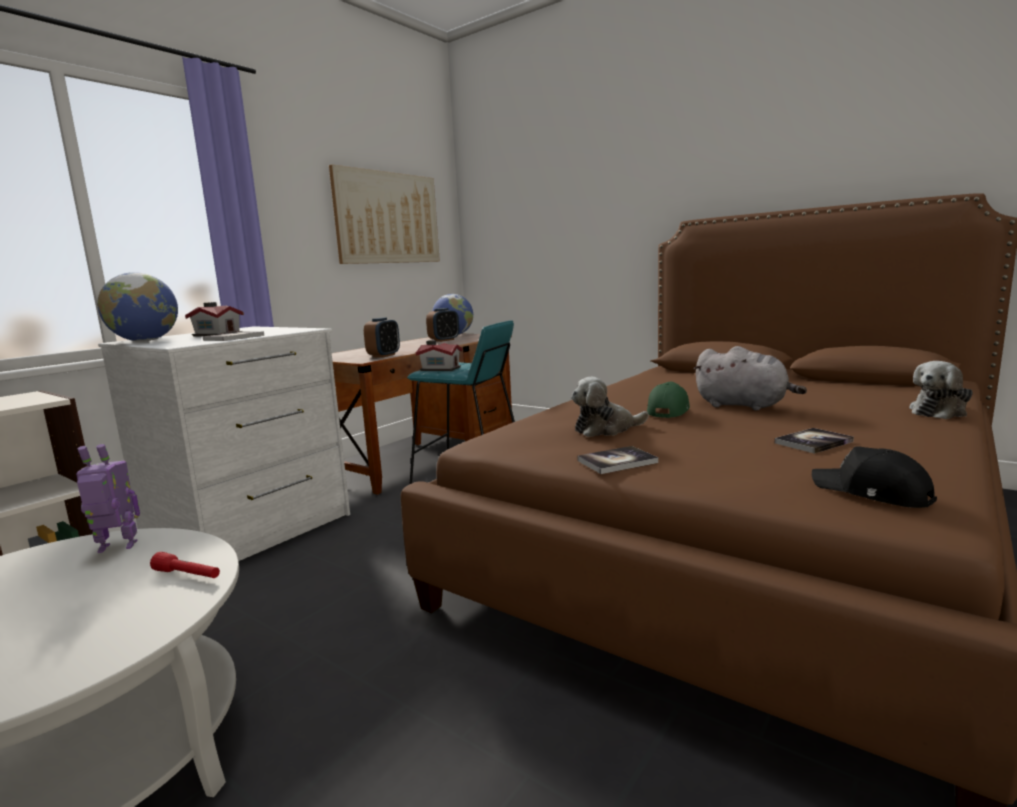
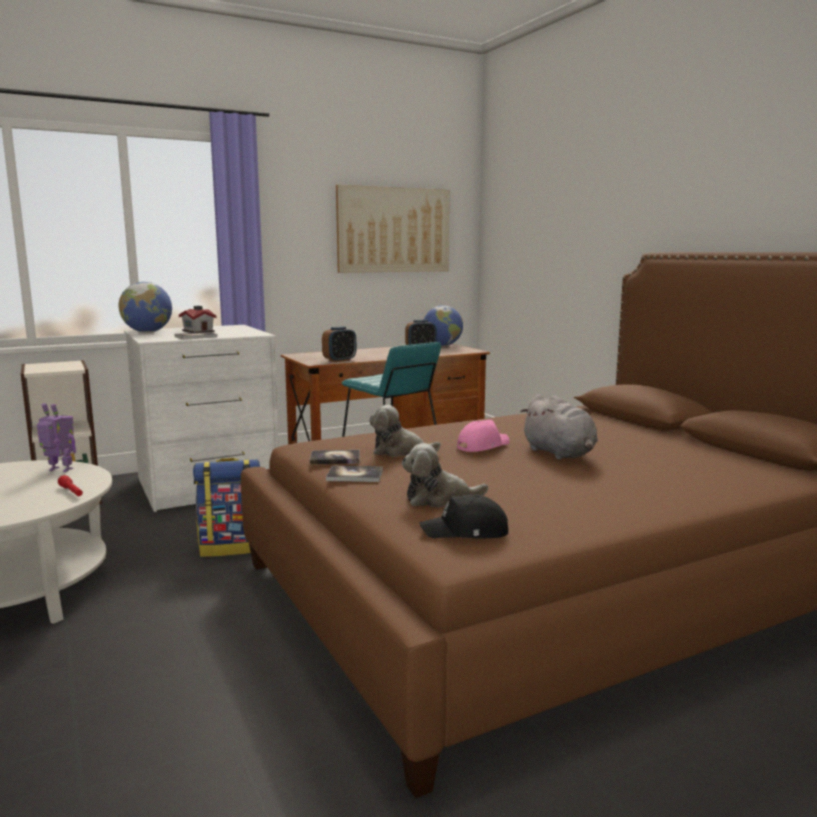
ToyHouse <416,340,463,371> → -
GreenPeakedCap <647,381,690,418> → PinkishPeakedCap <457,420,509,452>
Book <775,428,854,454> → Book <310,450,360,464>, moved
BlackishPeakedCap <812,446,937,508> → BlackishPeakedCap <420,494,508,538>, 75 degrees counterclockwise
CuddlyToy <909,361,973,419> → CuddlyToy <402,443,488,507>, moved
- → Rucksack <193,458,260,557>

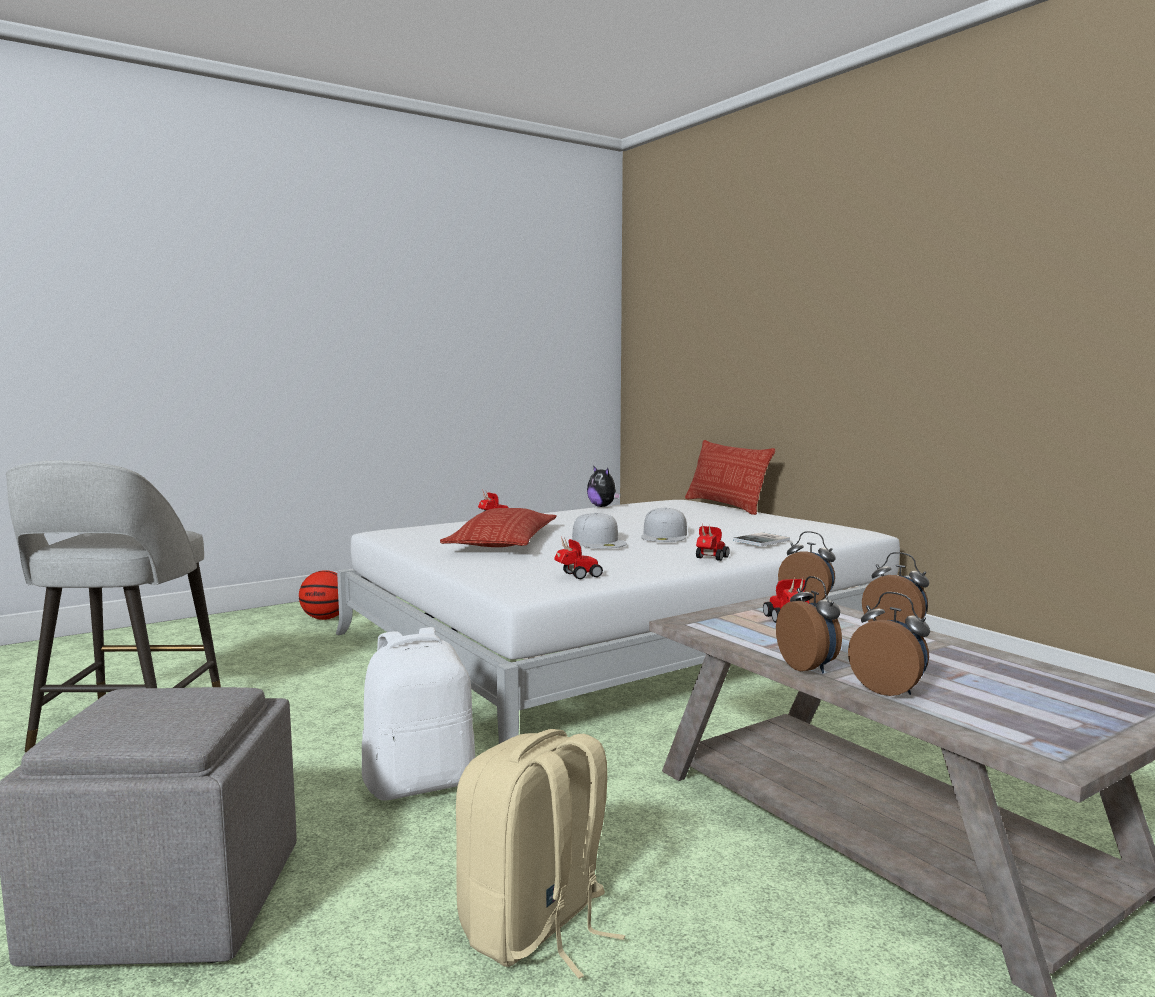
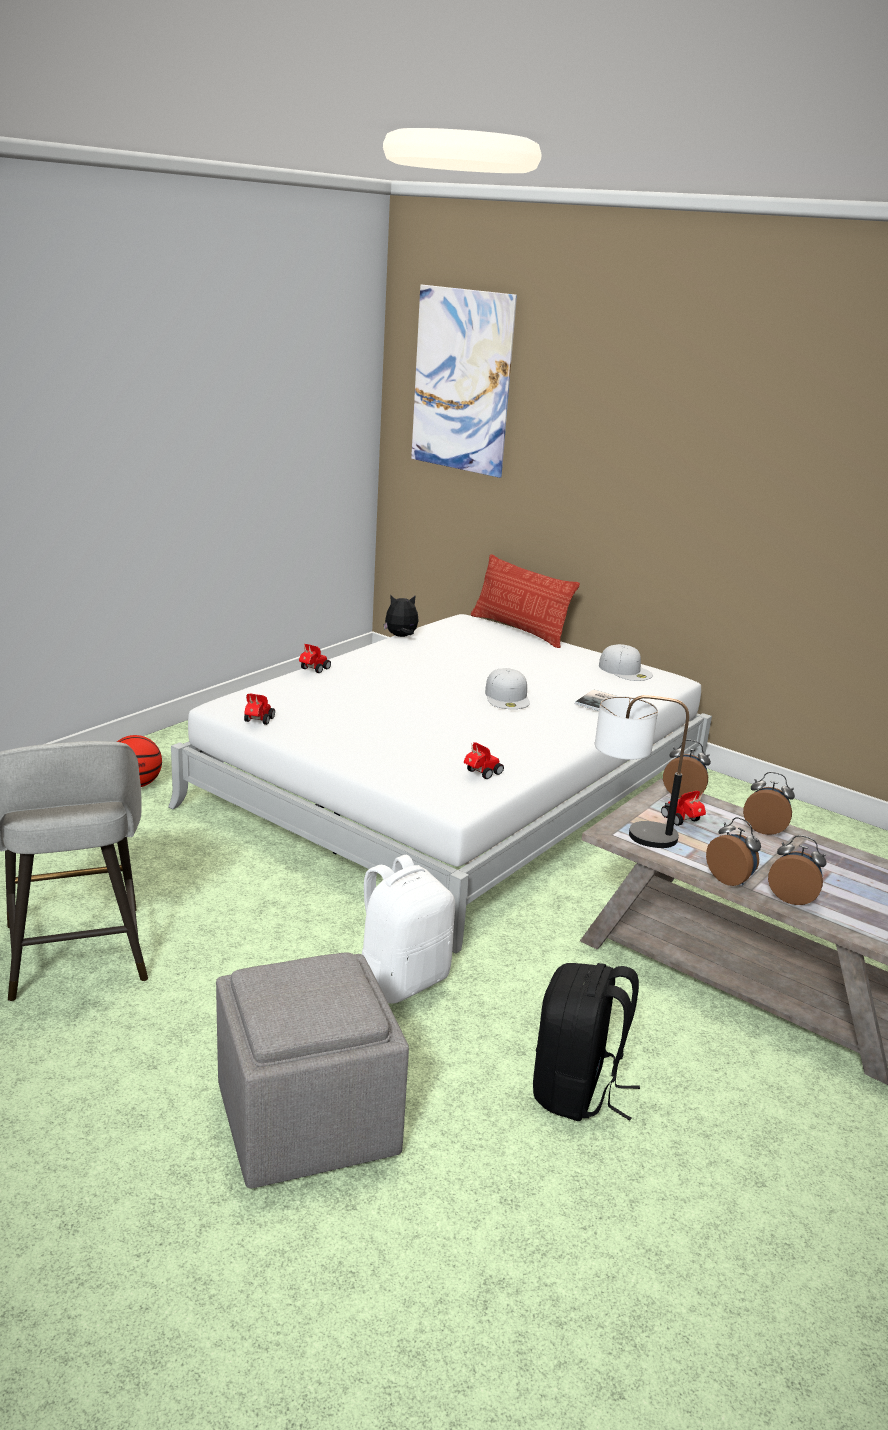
ThrowPillow <440,508,557,547> → -
SandColouredRucksack <456,729,625,979> → BlackishRucksack <533,963,640,1121>
WhiteColouredPeakedCap <572,513,627,548> → WhiteColouredPeakedCap <599,644,653,681>, moved
CuddlyToy <587,465,621,507> → CuddlyToy <384,596,419,637>, 135 degrees clockwise
MiniatureCar <696,523,730,561> → MiniatureCar <244,693,275,725>, moved
- → WallArt <411,285,517,478>
- → TableLamp <595,695,689,848>

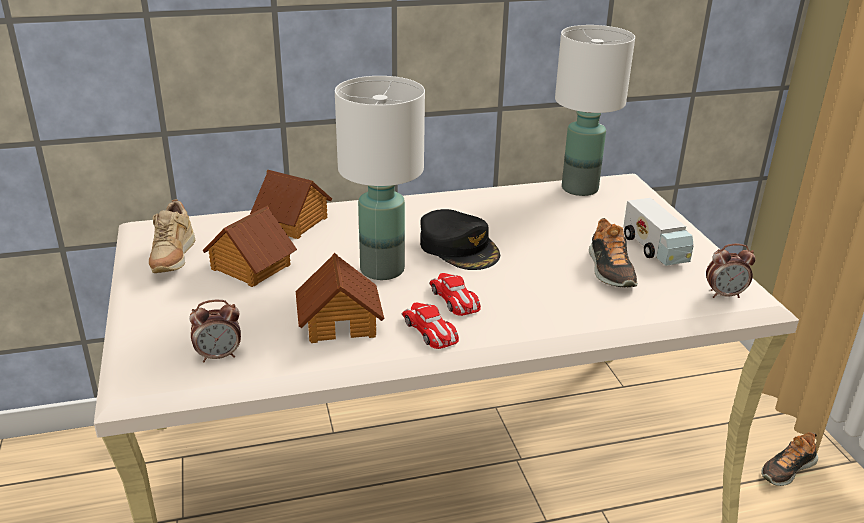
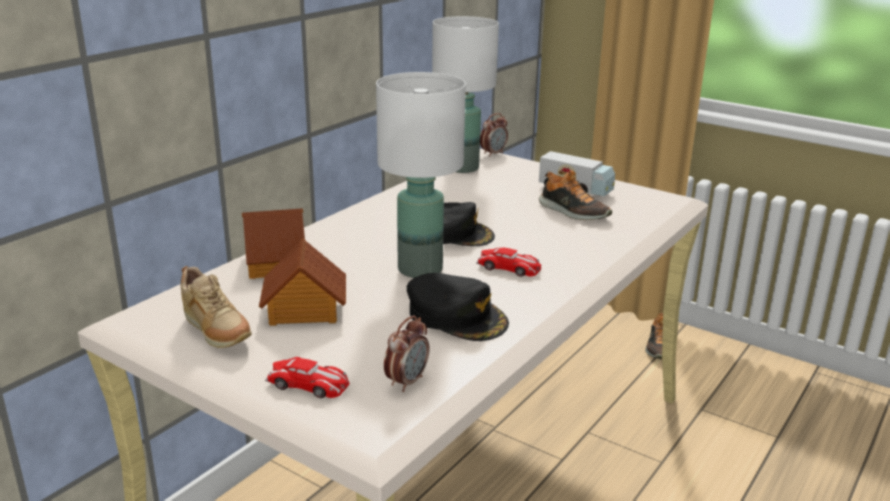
ToyHouse <296,253,384,343> → BlackishPeakedCap <407,273,509,341>
MiniatureCar <401,302,459,349> → MiniatureCar <265,357,349,398>, moved
TableClock <706,244,756,298> → TableClock <480,113,508,157>, moved

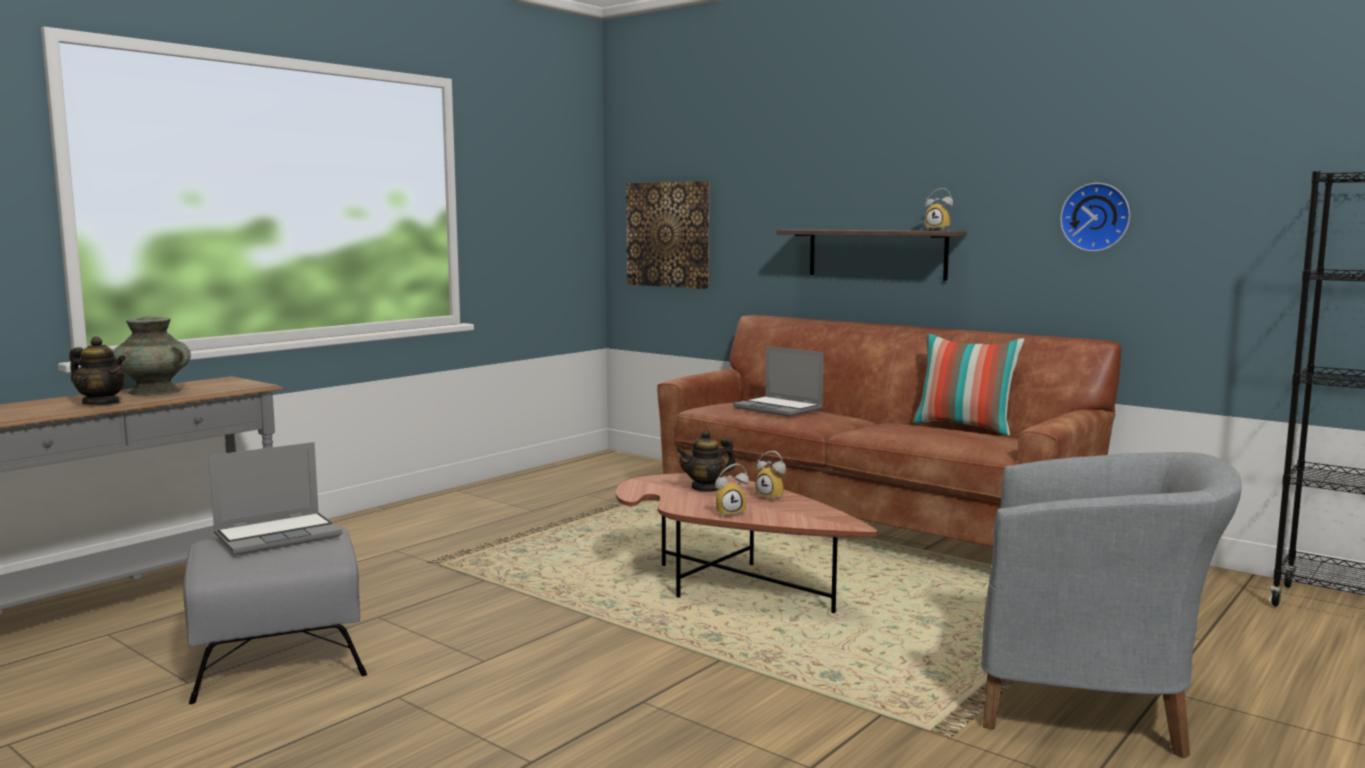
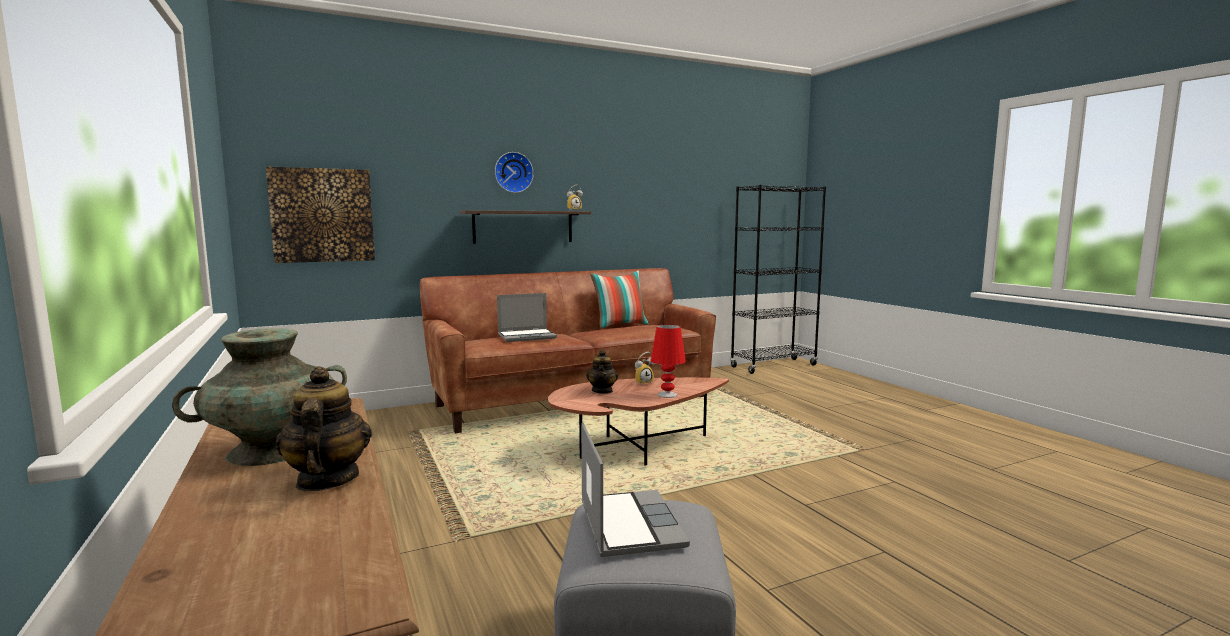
Teapot <69,337,126,405> → Teapot <276,366,372,491>, 60 degrees counterclockwise
TableClock <715,463,749,517> → RedColouredTableLamp <650,324,686,398>
GrayLoungeChair <981,452,1242,758> → -
HangingClock <1060,183,1130,252> → HangingClock <495,152,534,193>, moved

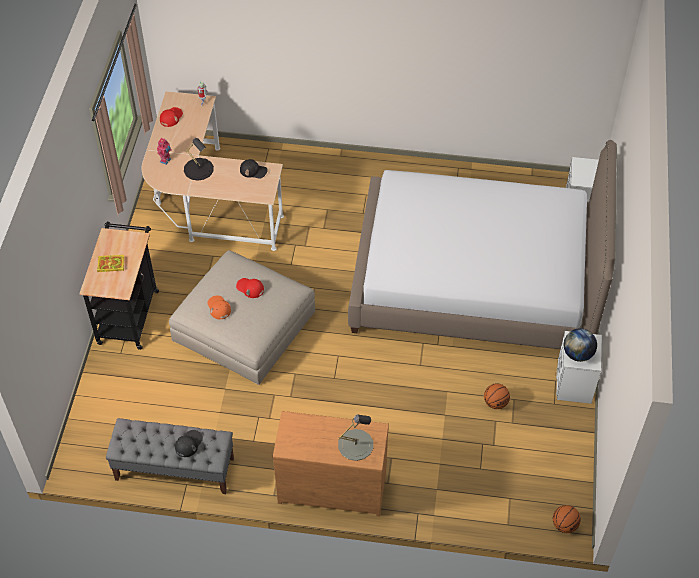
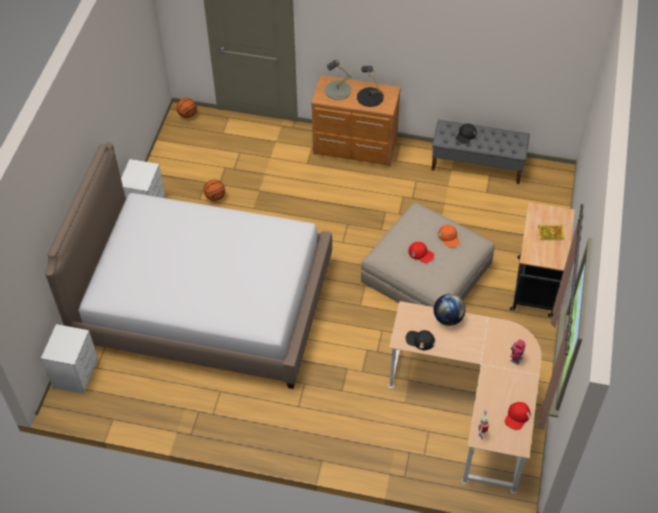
BlackishTableLamp <184,138,214,181> → BlackishTableLamp <357,66,384,107>, moved
WorldGlobe <564,328,597,362> → WorldGlobe <434,294,465,326>, moved

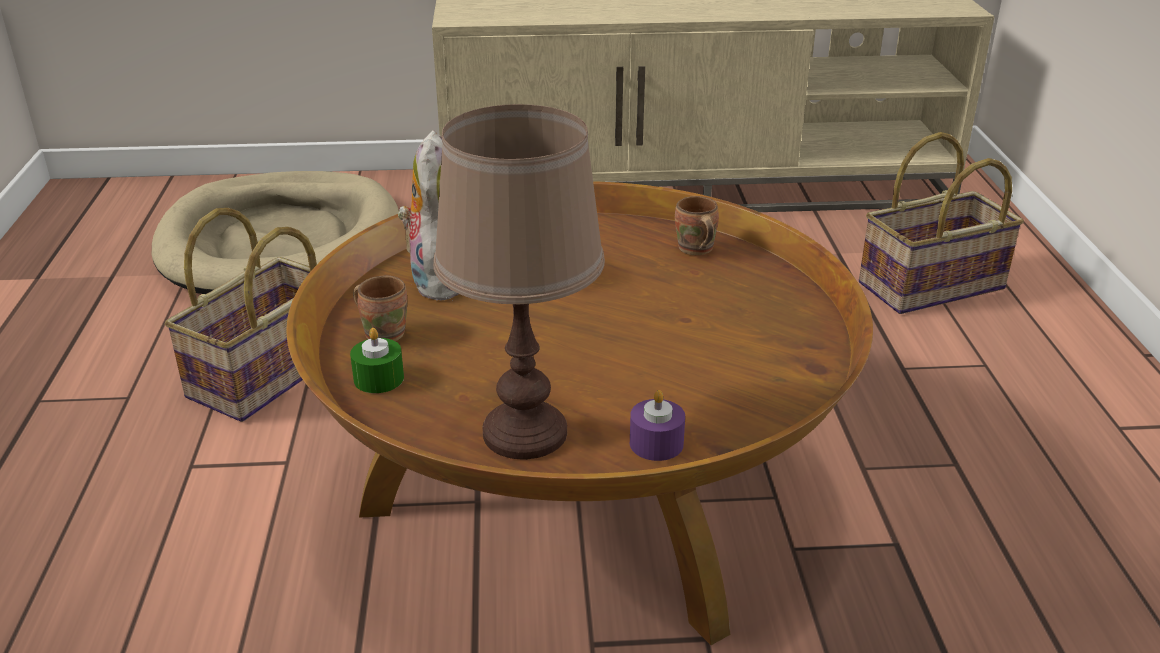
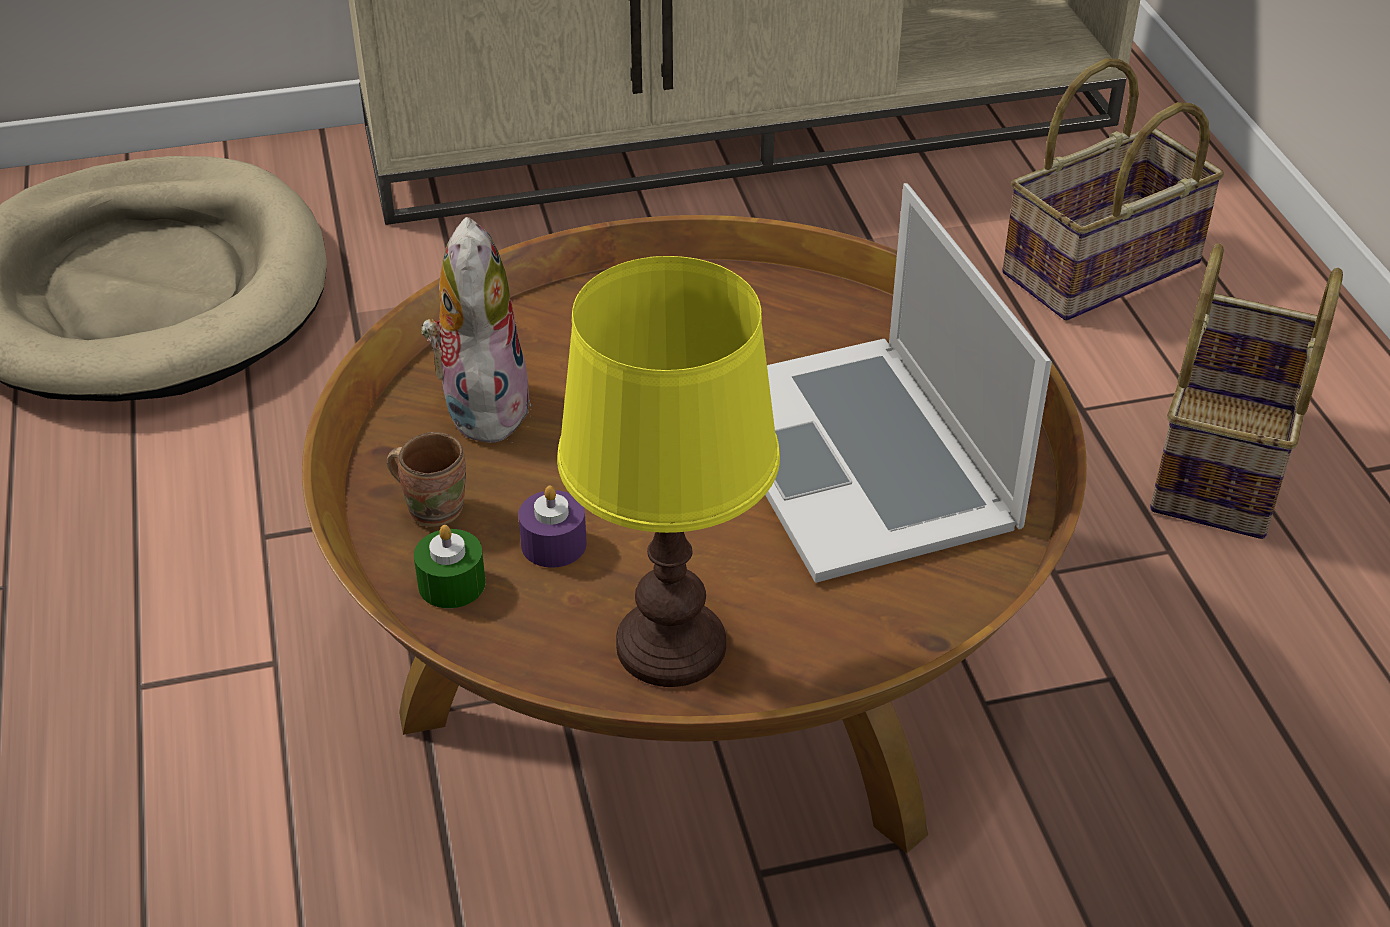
Basket <165,208,317,422> → Basket <1150,243,1343,539>, moved
BrownColouredTableLamp <433,104,605,460> → YellowColouredTableLamp <557,256,780,687>
PurplishCandle <630,390,685,461> → PurplishCandle <518,485,587,568>, moved
BrownColouredMug <675,196,719,255> → -
- → Laptop <762,183,1052,583>

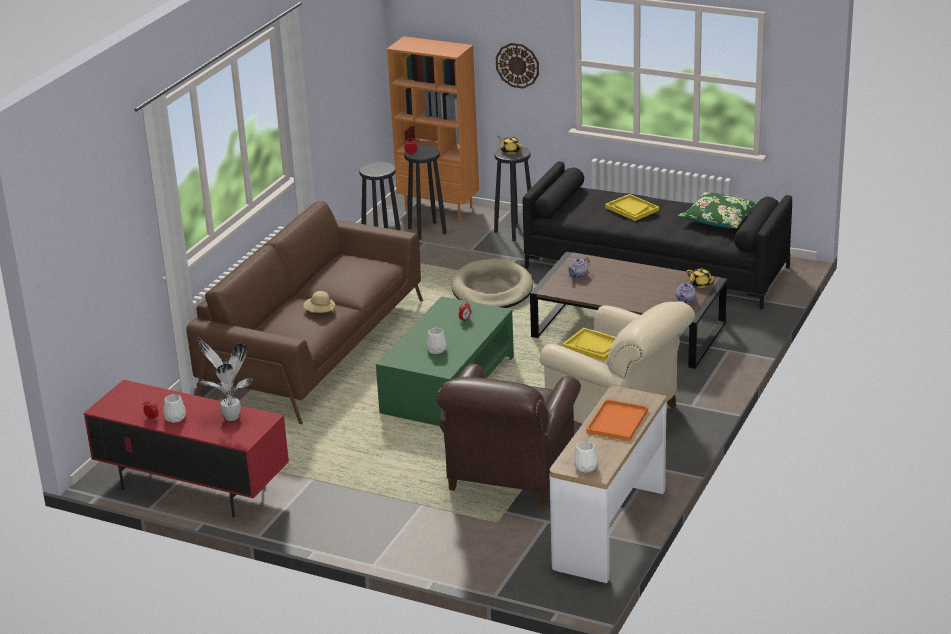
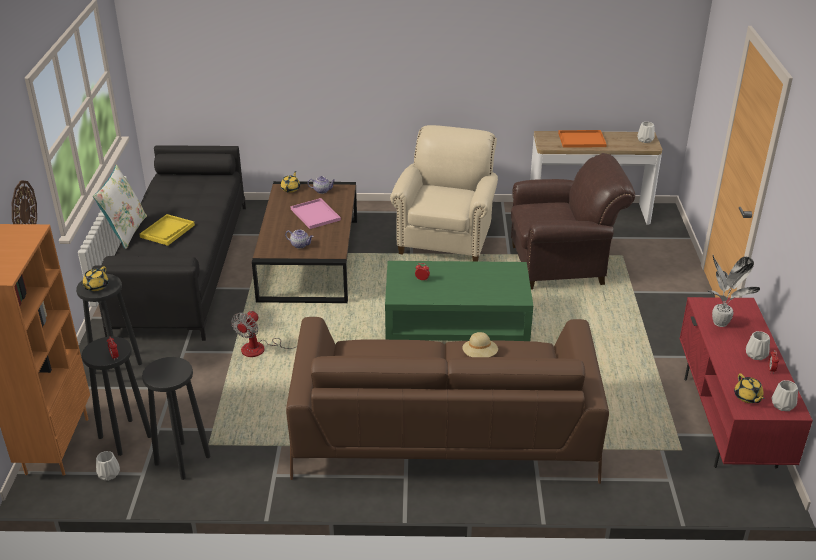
WhiteColouredVase <426,328,447,354> → WhiteColouredVase <772,380,798,411>, moved
SandColouredPetBed <451,258,533,308> → ElectricFan <231,310,296,357>
YellowColouredTray <562,328,616,361> → -
GreenThrowPillow <678,192,757,229> → -
- → WhiteColouredThrowPillow <93,165,147,249>
- → PinkishTray <290,198,341,229>
- → YellowColouredTeapot <734,373,765,403>

